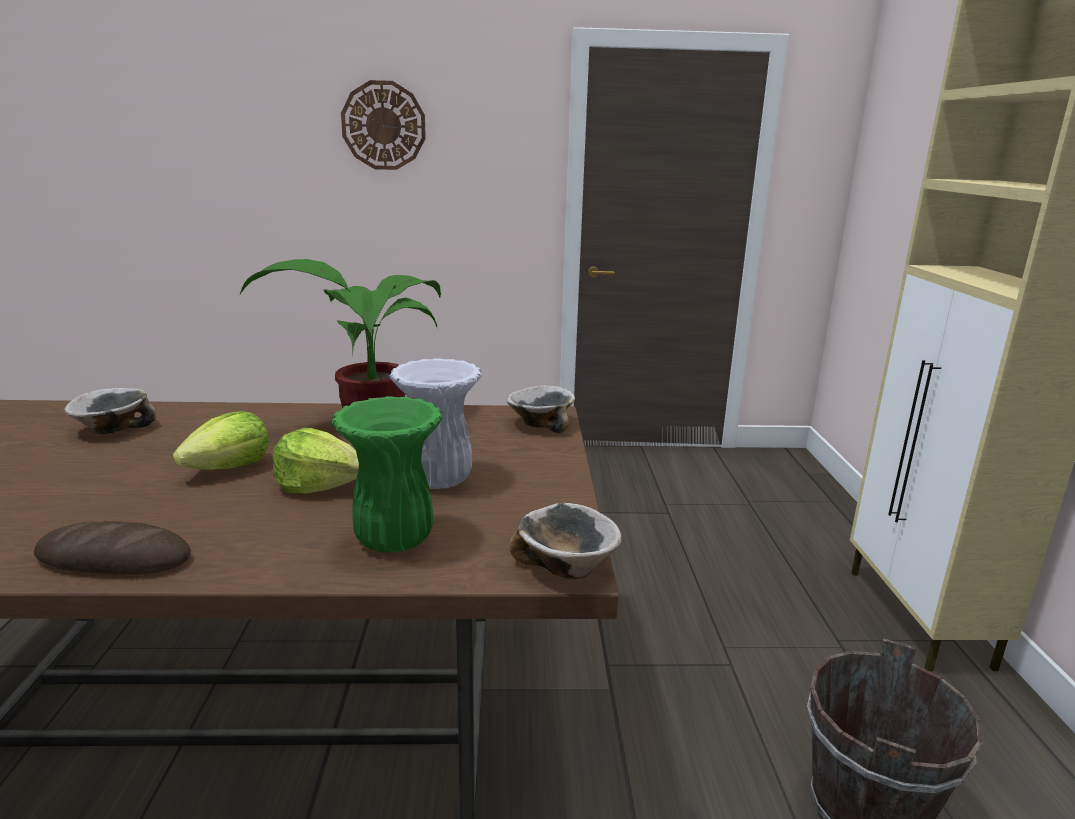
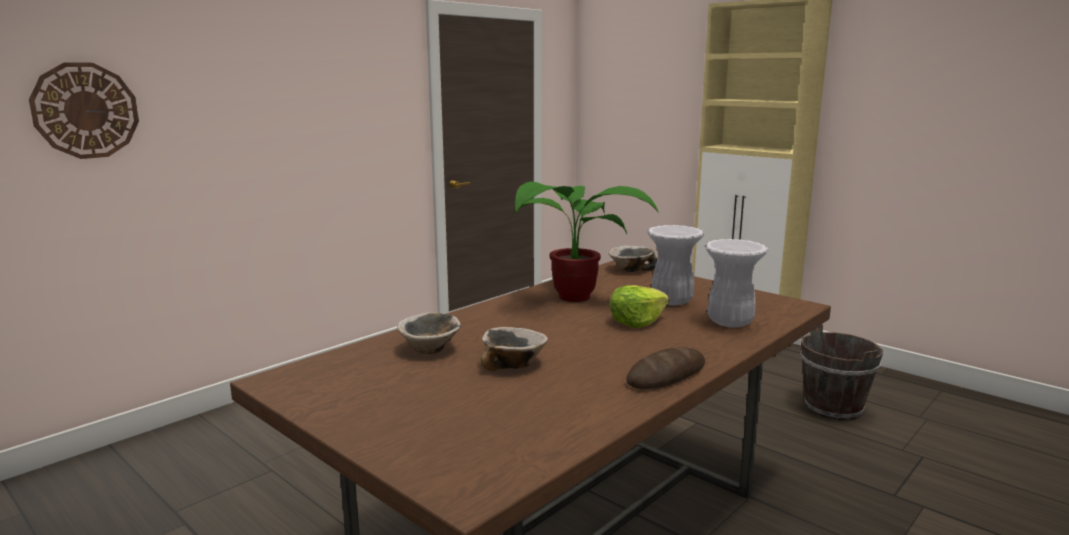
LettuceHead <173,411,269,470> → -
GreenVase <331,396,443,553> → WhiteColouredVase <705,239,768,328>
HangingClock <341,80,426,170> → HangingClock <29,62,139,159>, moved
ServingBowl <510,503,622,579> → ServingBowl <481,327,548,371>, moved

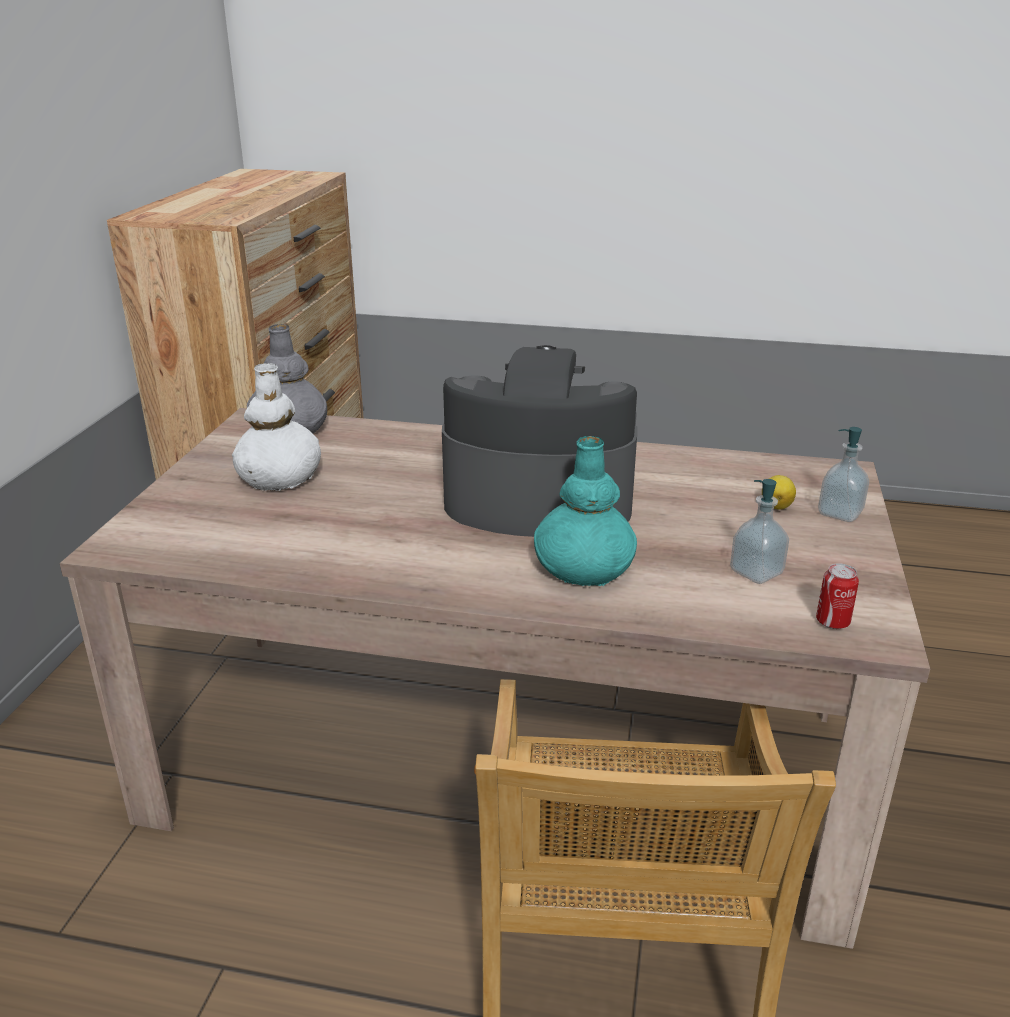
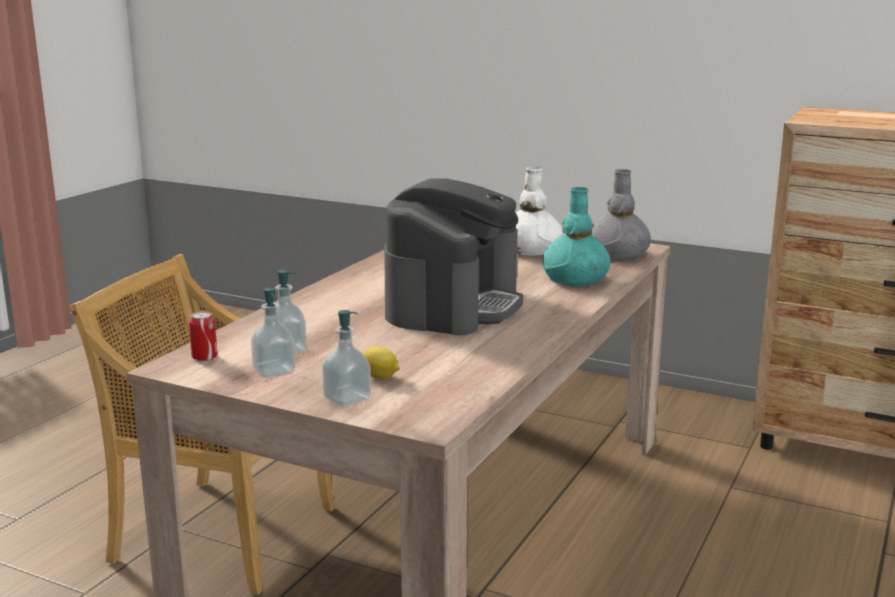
TurquoiseVase <534,436,637,586> → TurquoiseVase <542,187,610,287>, moved
- → SoapDispenser <251,288,295,378>

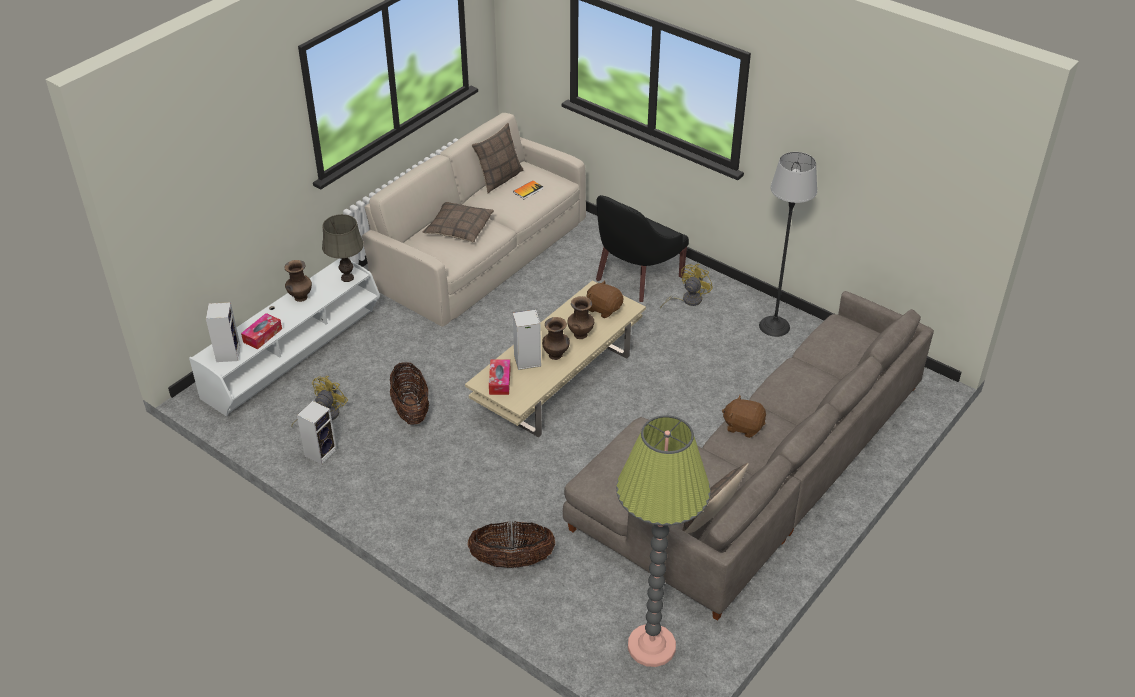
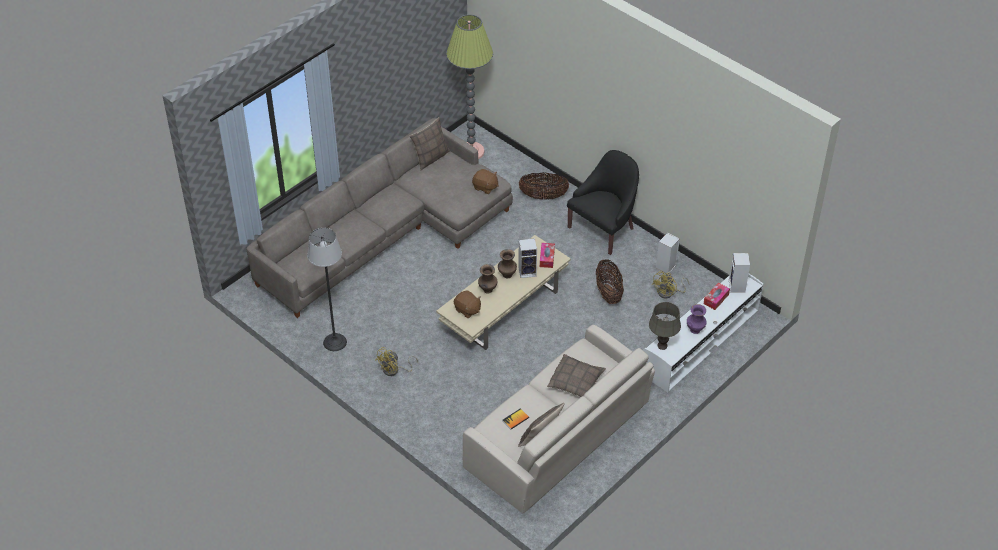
BrownColouredVase <284,260,312,302> → PurplishVase <687,304,707,334>
BlackishLoungeChair <596,195,689,302> → BlackishLoungeChair <567,150,639,255>, moved
BrownColouredCuddlyToy <722,395,766,438> → BrownColouredCuddlyToy <472,169,499,194>, moved

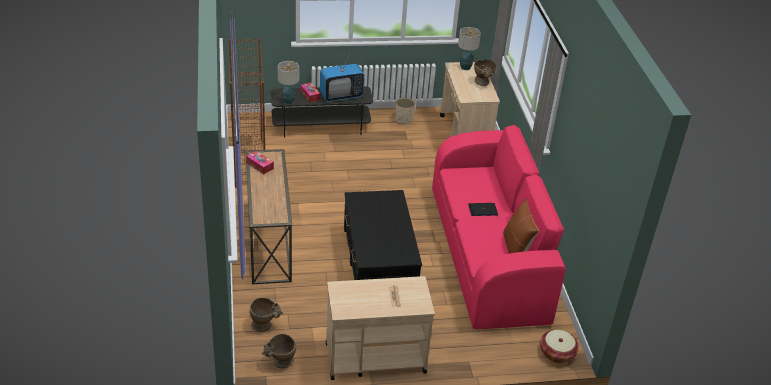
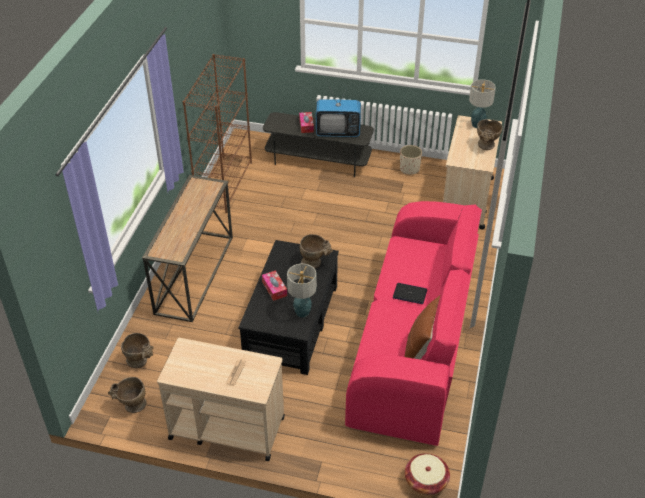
TissueBox <246,151,274,174> → TissueBox <262,271,287,301>, moved
TableLamp <278,61,299,105> → TableLamp <287,264,317,317>, moved
- → SandColouredVase <300,234,333,269>

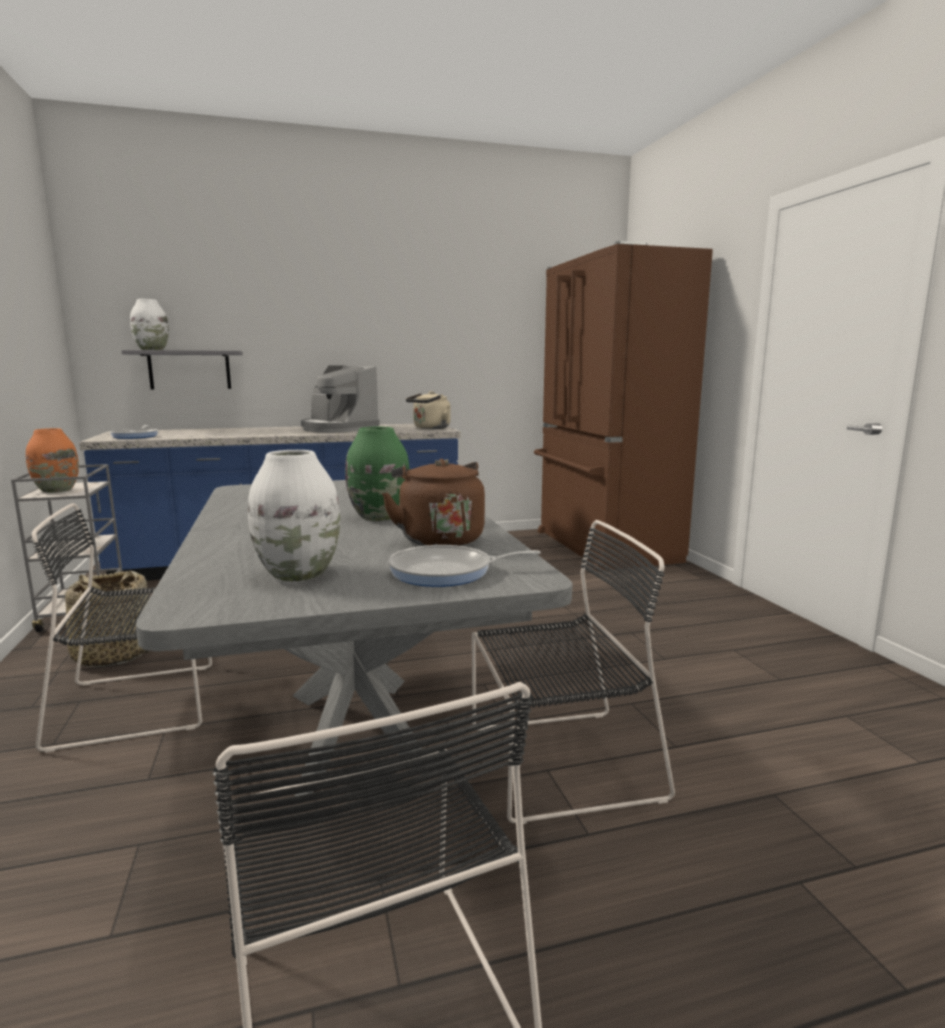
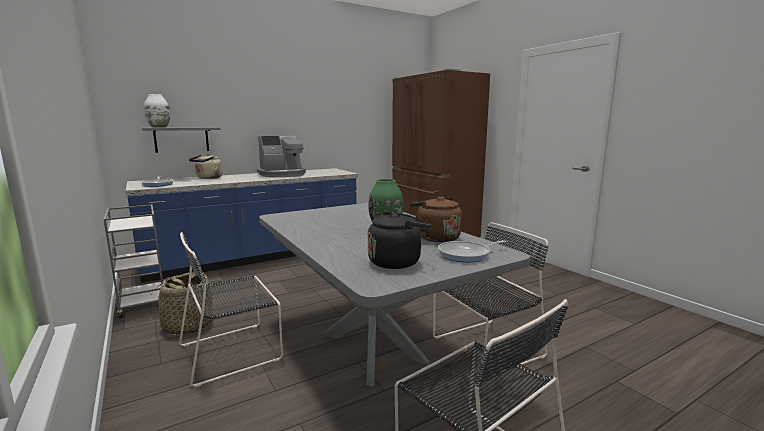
OrangeyVase <26,428,79,493> → -
WhiteColouredVase <248,450,340,582> → BlackishTeaKettle <368,211,432,269>
CoffeeMaker <301,366,380,433> → CoffeeMaker <257,136,306,177>, 60 degrees counterclockwise
SandColouredTeaKettle <406,391,451,429> → SandColouredTeaKettle <189,154,222,179>, moved

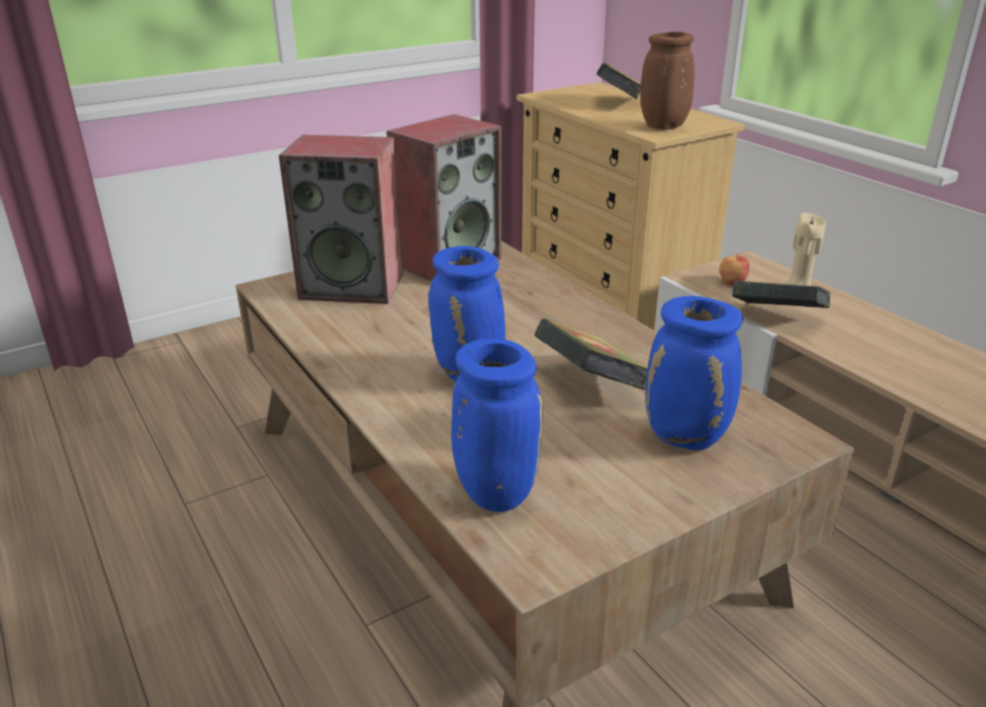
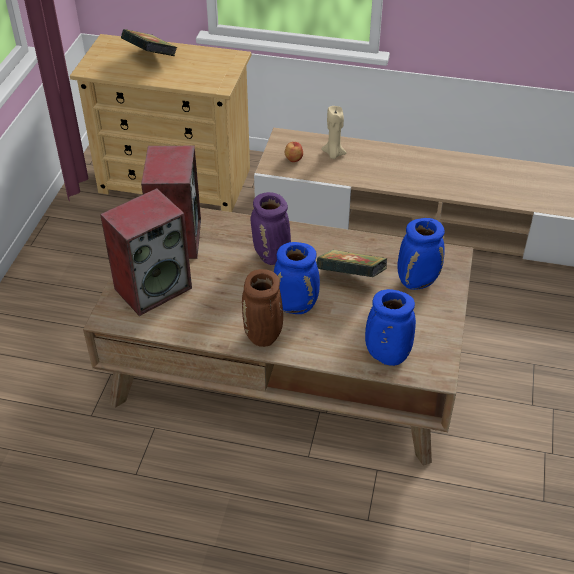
BrownColouredVase <640,32,694,130> → BrownColouredVase <242,269,283,347>, moved
Book <732,280,831,308> → -
- → PurplishVase <251,192,291,265>

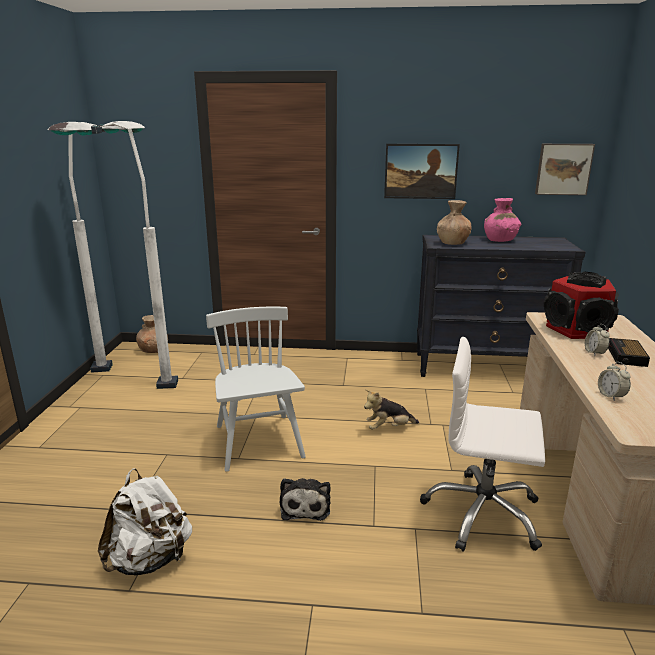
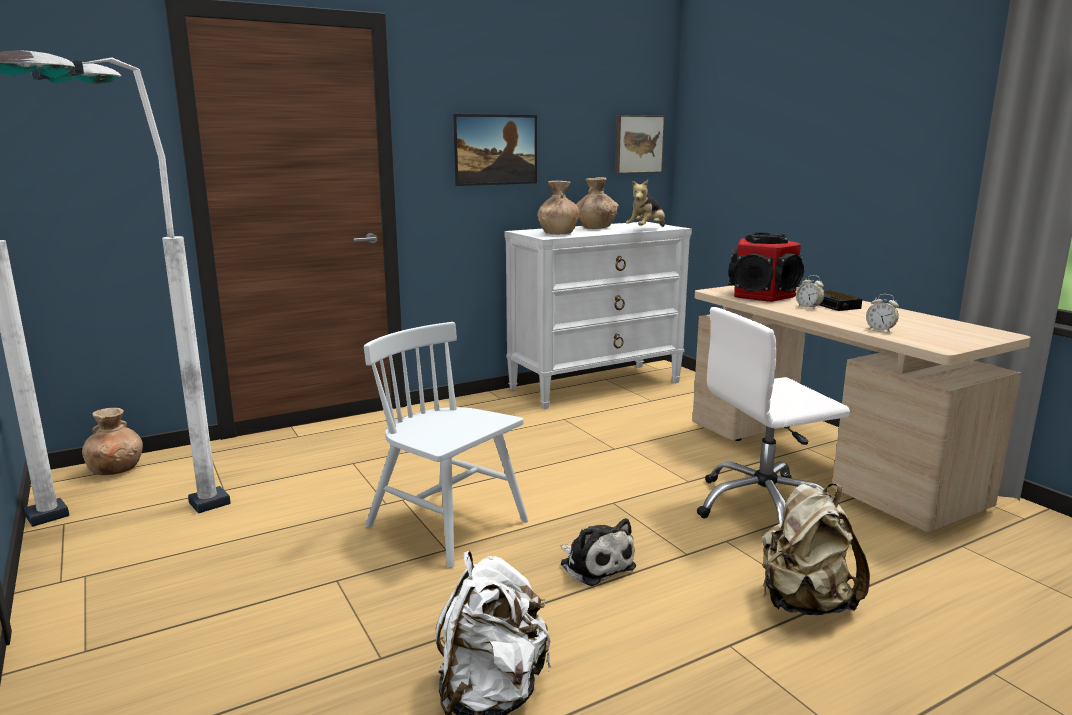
CuddlyToy <364,390,419,430> → CuddlyToy <626,180,665,227>, moved
BlackishDrawerChest <417,235,585,377> → WhiteColouredDrawerChest <504,222,692,409>
PinkishVase <484,198,521,242> → BrownColouredVase <576,177,619,229>
- → SandColouredRucksack <762,484,870,615>

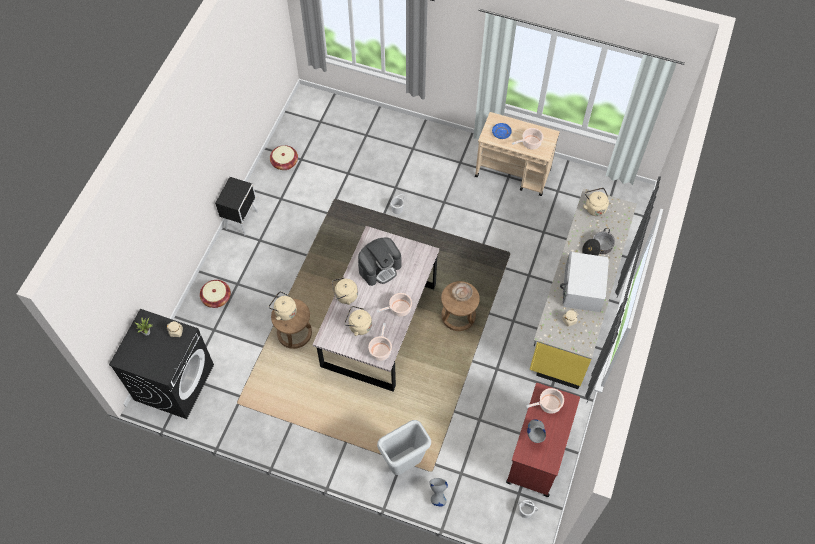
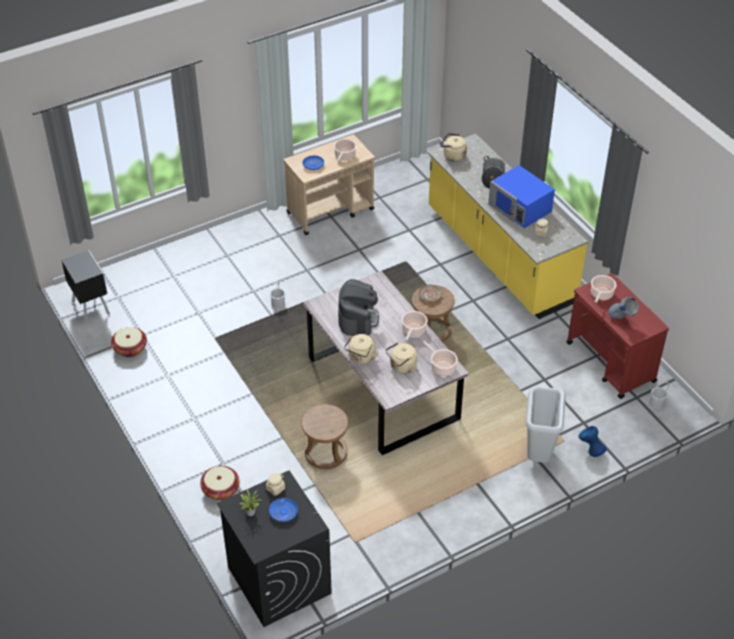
BlackishNightstand <215,177,258,236> → BlackishNightstand <61,250,110,323>, moved
SandColouredTeaKettle <269,291,297,321> → -
GrayVase <430,478,448,506> → BlueColouredVase <578,426,606,457>
WhiteColouredMicrowaveOven <560,252,609,312> → BlueColouredMicrowaveOven <488,165,555,228>
- → BlueColouredFlatDish <269,498,298,522>

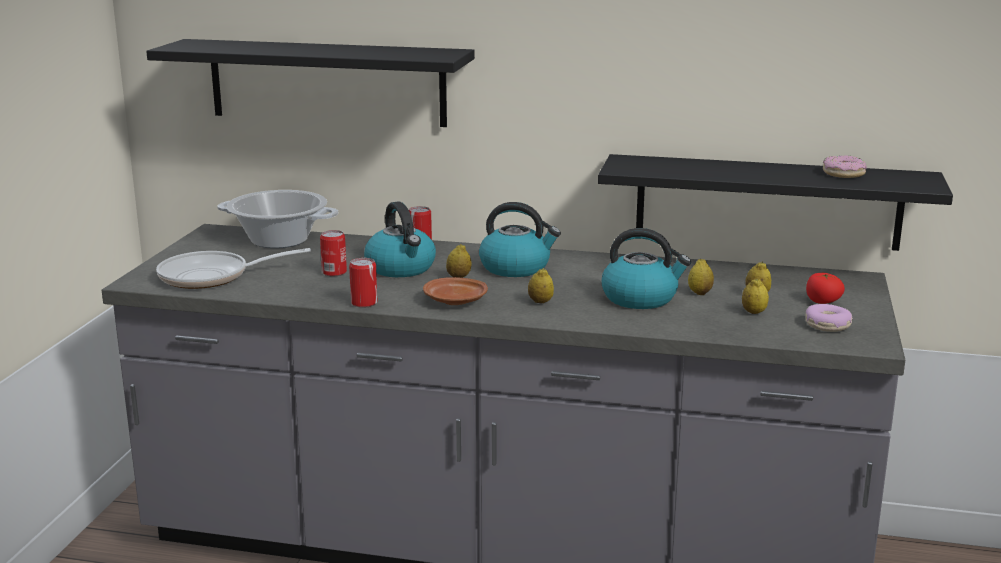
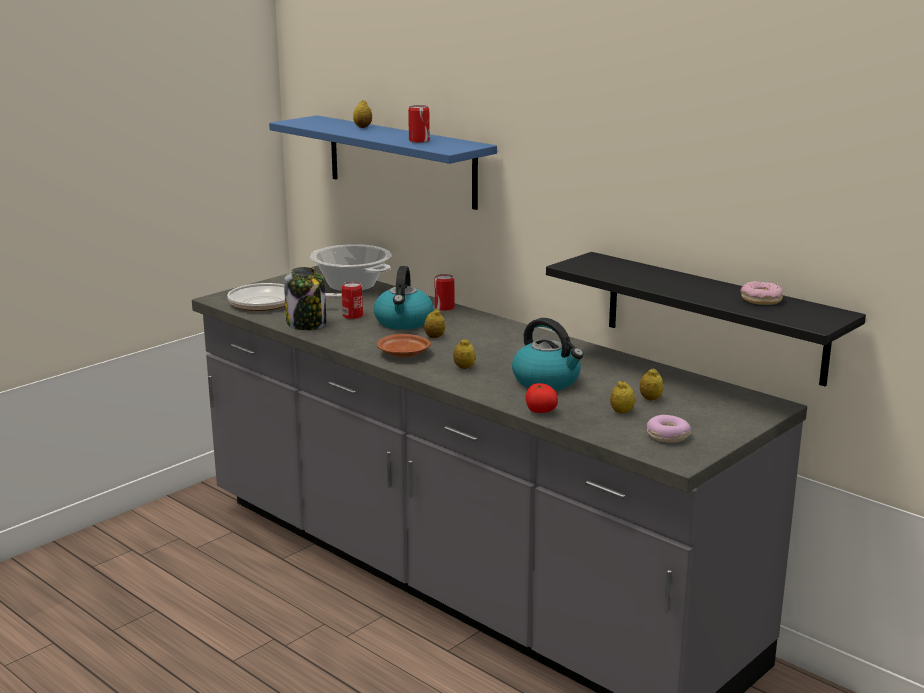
BlackishWallShelf <146,39,475,127> → BlueColouredWallShelf <269,115,497,210>
SealedCan <349,258,378,308> → SealedCan <408,105,429,143>, moved
TeaKettle <479,202,561,277> → -
WholeLemon <688,259,714,295> → WholeLemon <353,100,372,128>, moved
Tomato <806,273,845,304> → Tomato <526,383,558,413>, moved
- → PreserveJar <284,267,326,330>

